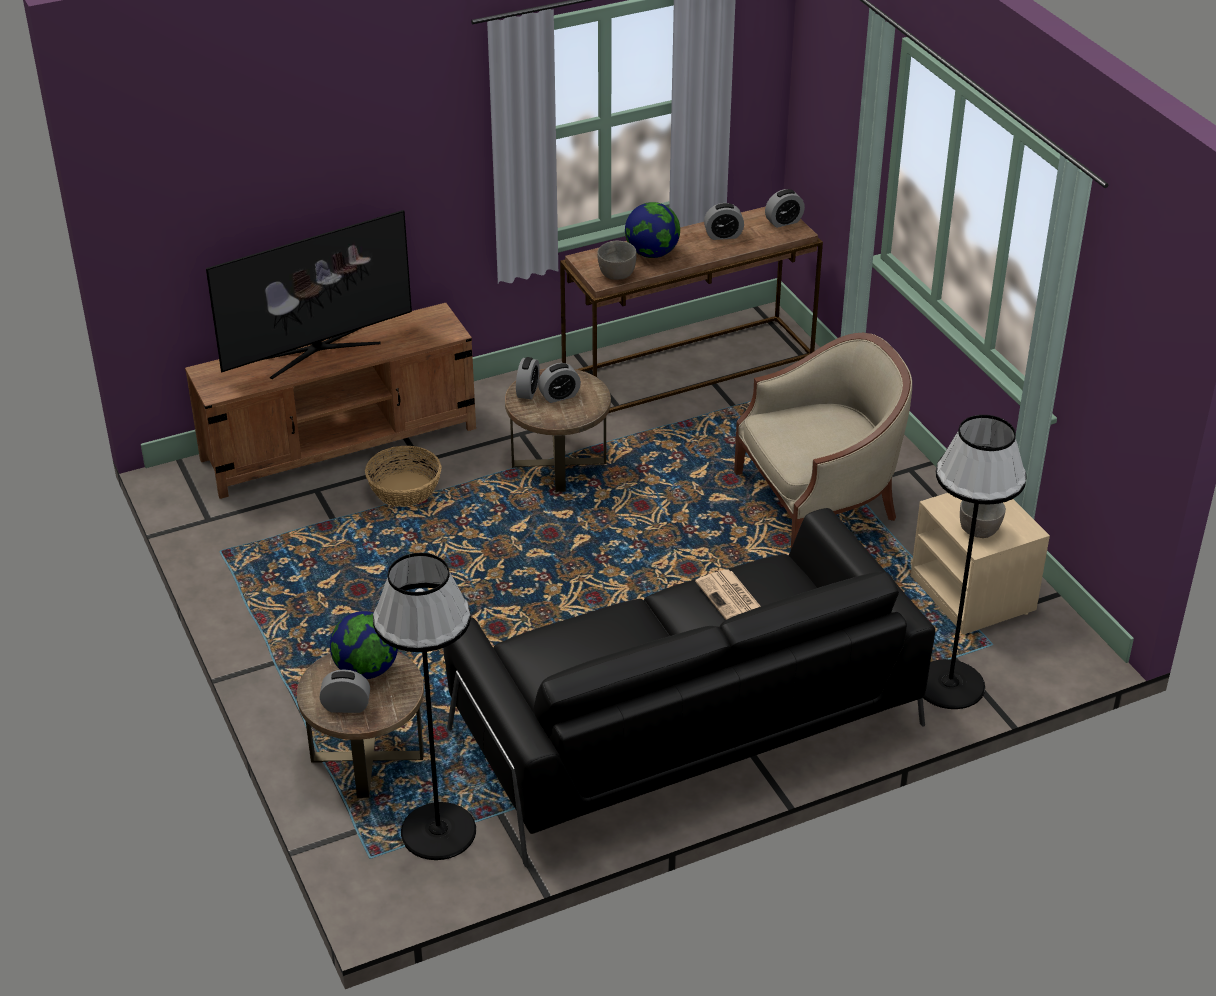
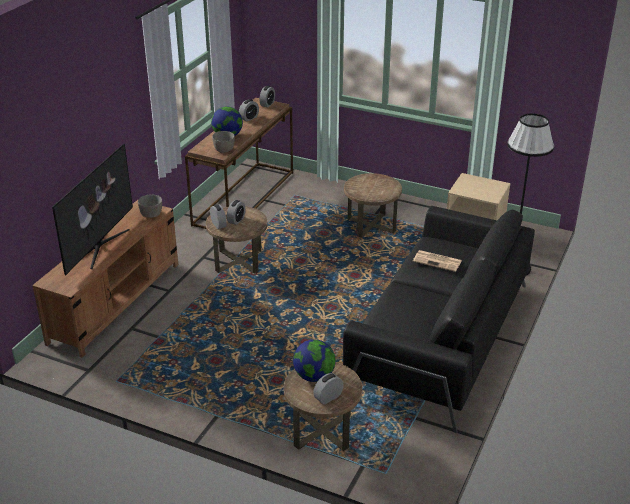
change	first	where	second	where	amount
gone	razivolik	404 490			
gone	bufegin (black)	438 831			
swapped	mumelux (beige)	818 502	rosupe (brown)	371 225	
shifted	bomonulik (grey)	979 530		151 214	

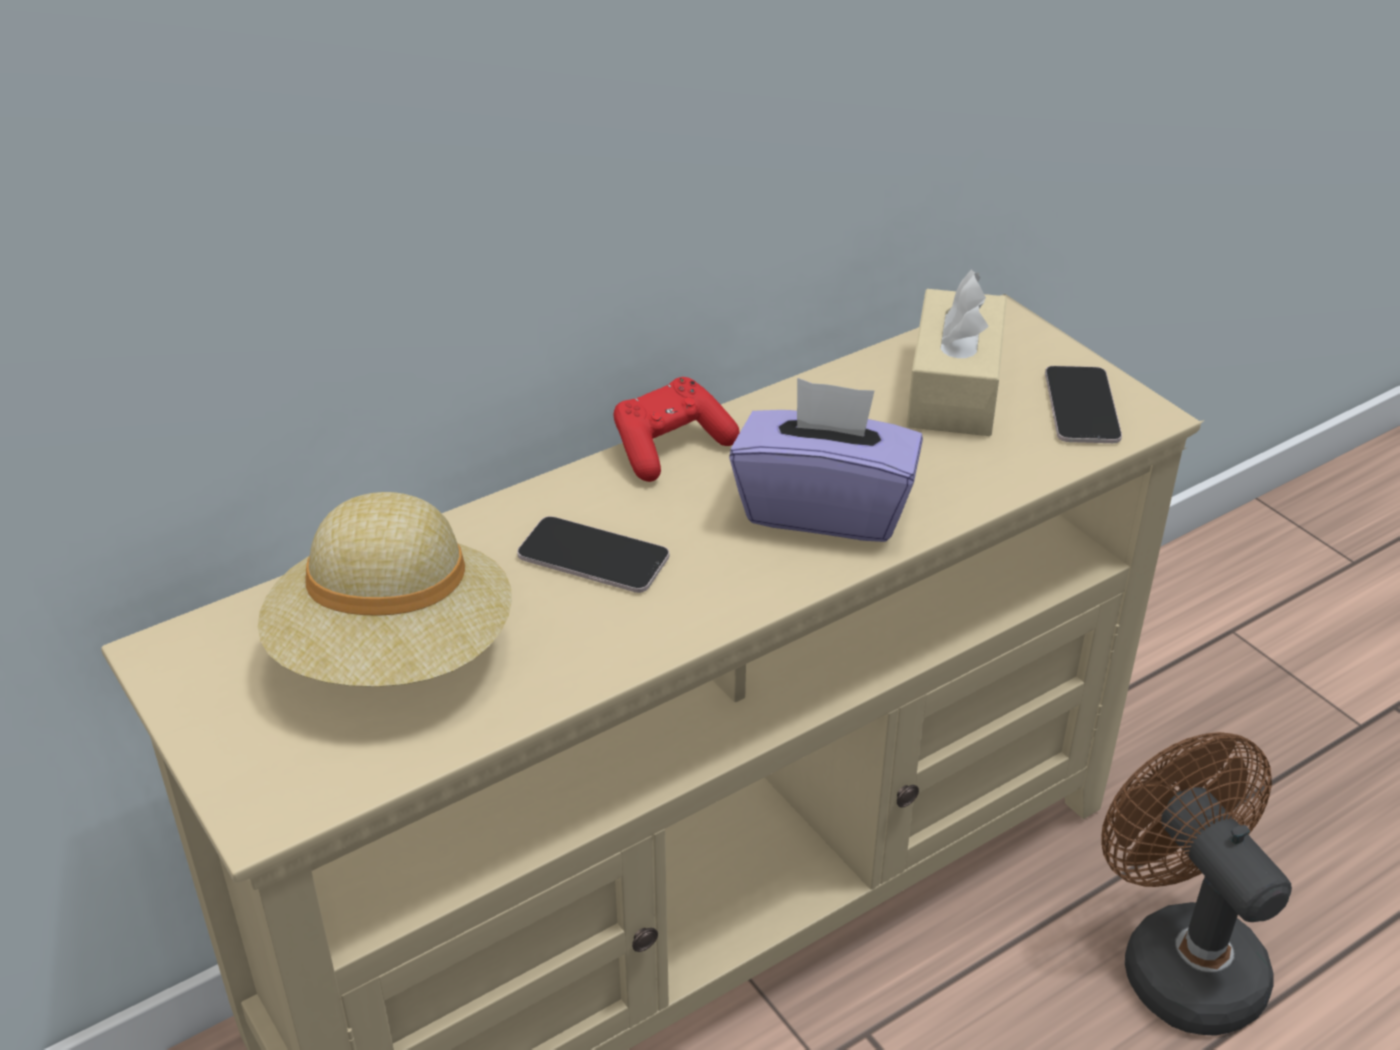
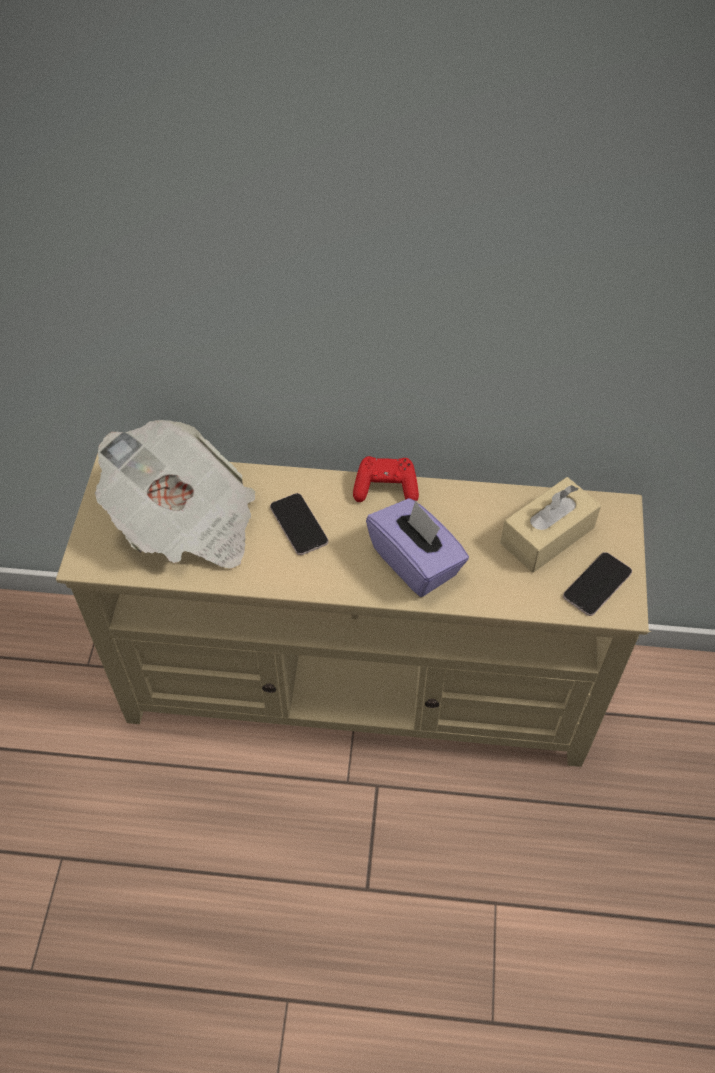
change	first	where	second	where	amount
swapped	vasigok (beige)	394 654	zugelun	185 522	
gone	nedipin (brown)	1178 958			

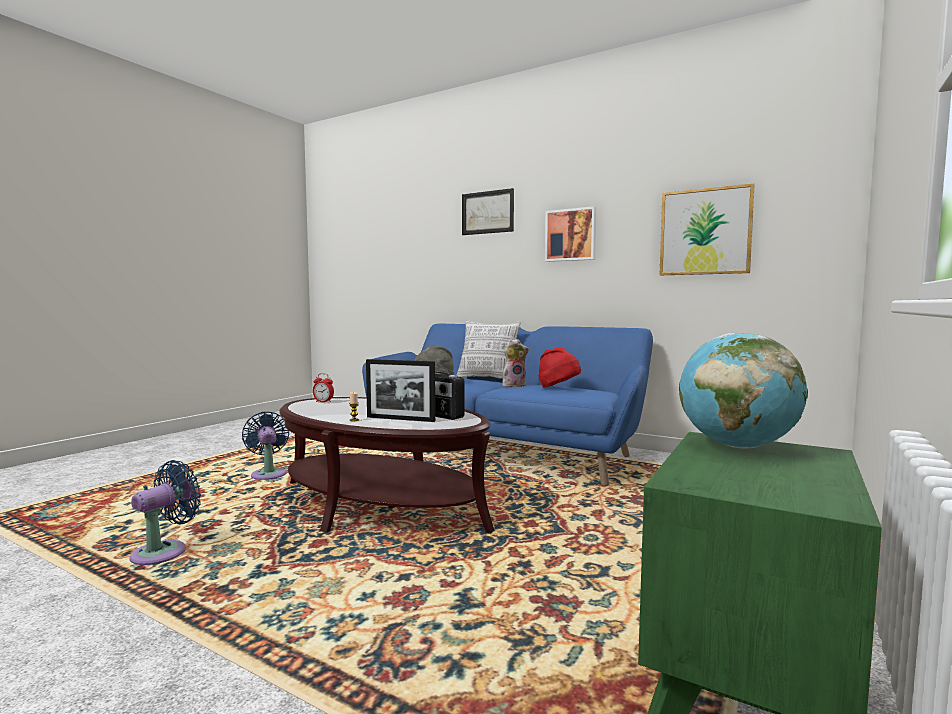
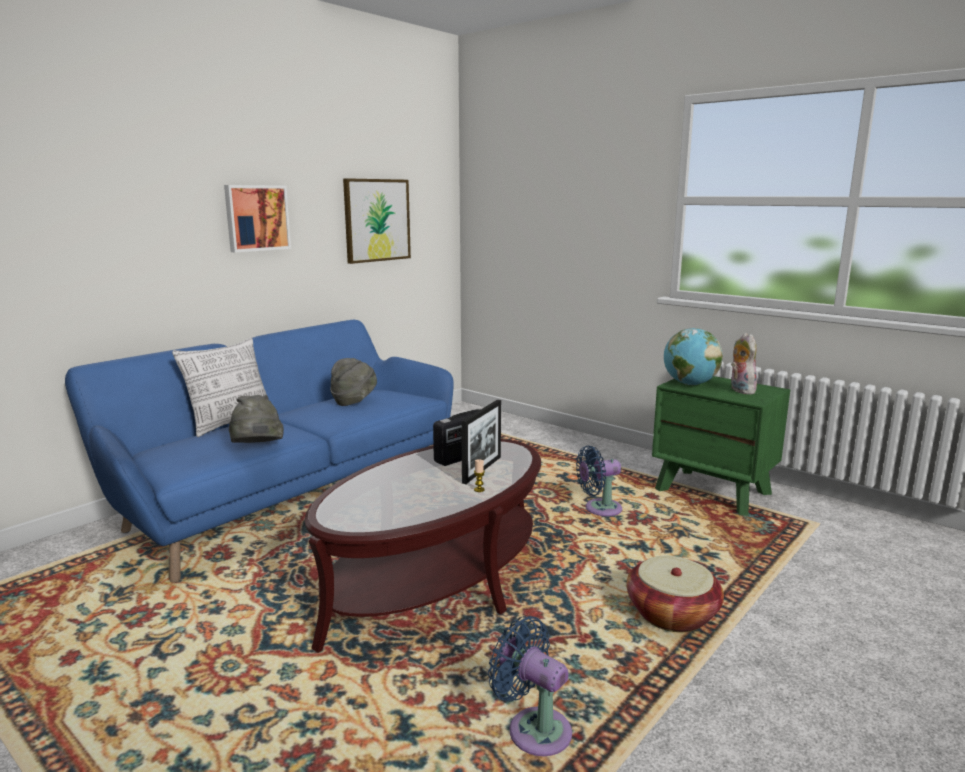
change	first	where	second	where	amount
shifted	nedipin (blue)	268 474		599 509	
gone	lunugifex	323 402			
gone	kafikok	487 212			
shifted	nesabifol	514 385		740 390	
repainted	vasigok (red)	558 388	vasigok (grey)	354 402	
new			razivolik	672 614	

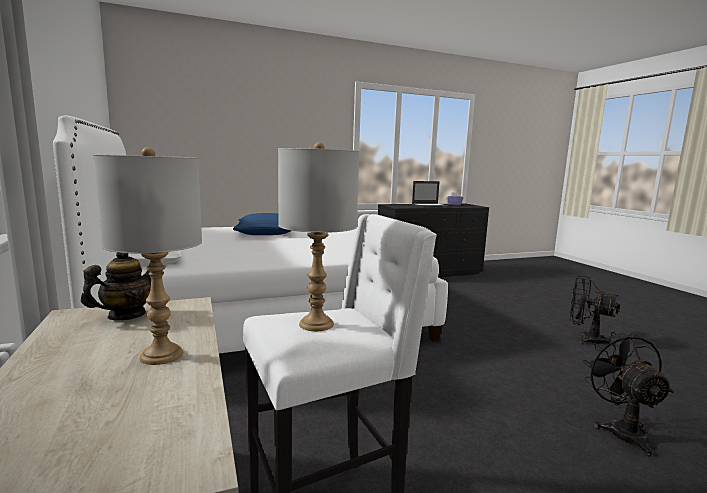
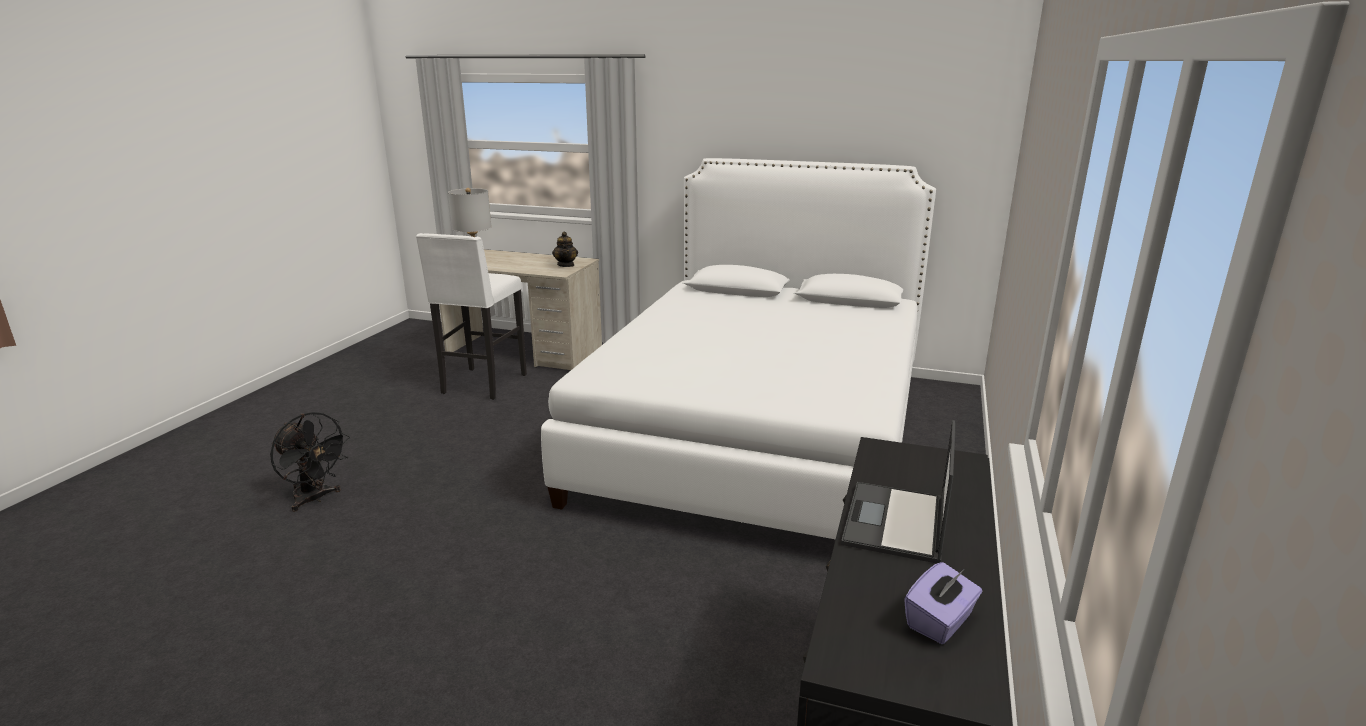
change	first	where	second	where	amount
gone	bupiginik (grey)	162 355			
gone	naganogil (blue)	266 233			
gone	nedipin (black)	586 339			

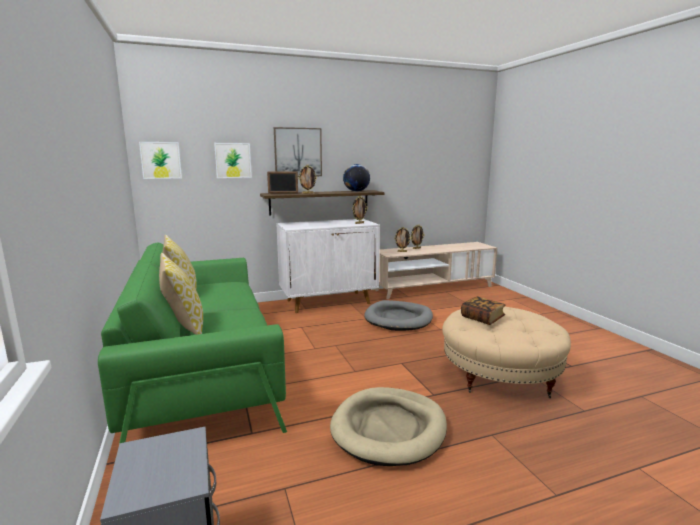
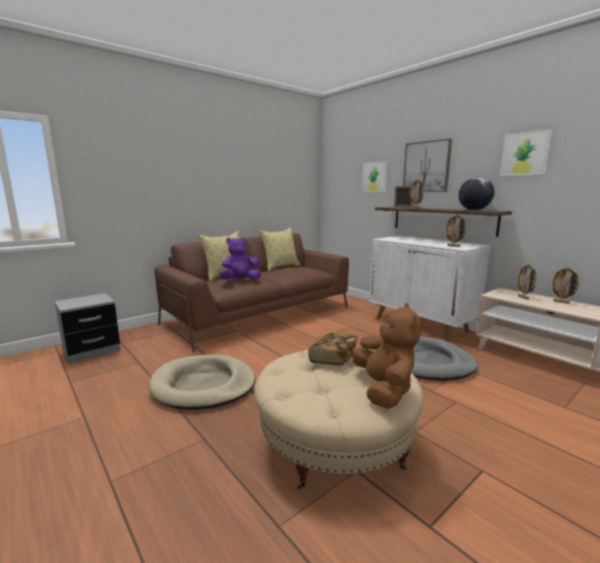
change	first	where	second	where	amount
repainted	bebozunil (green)	202 368	bebozunil (brown)	259 315	
shifted	kafikok	161 160		525 153	
new			nesabifol (purple)	240 280	
new			nesabifol (brown)	384 389	

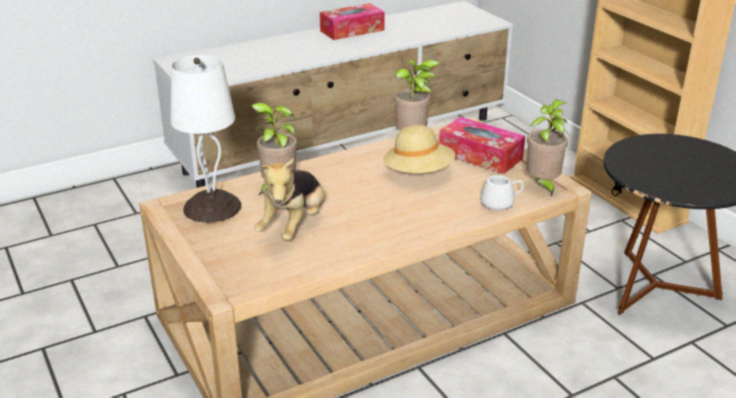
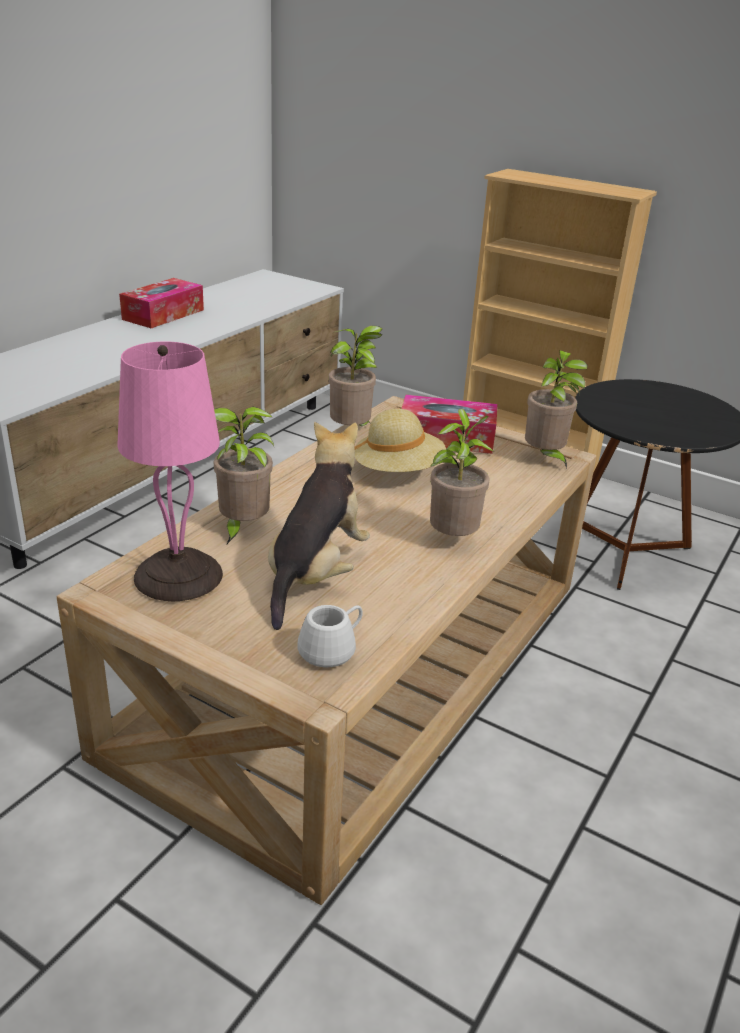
change	first	where	second	where	amount
repainted	bupiginik (white)	213 207	bupiginik (pink)	180 574	
rotated	nesabifol	294 226		315 574	150 degrees counterclockwise
shifted	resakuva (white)	501 202		332 648	
new			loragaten	452 539	

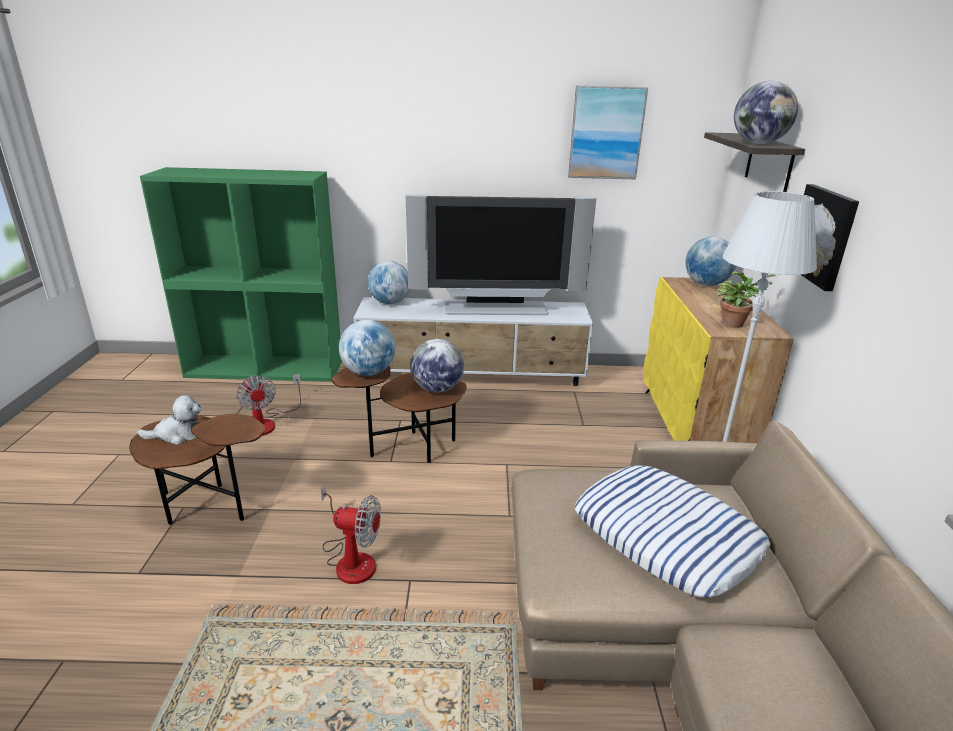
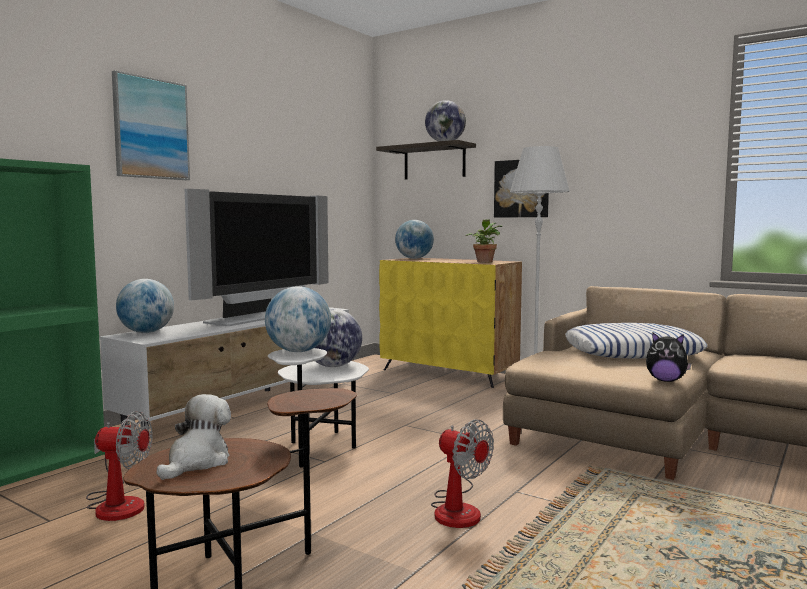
change	first	where	second	where	amount
rotated	nedipin	351 559		457 508	90 degrees clockwise
repainted	rosupe (brown)	409 449	rosupe (white)	318 450	
shifted	kafikok	606 133		151 128	
new			nesabifol	666 380	

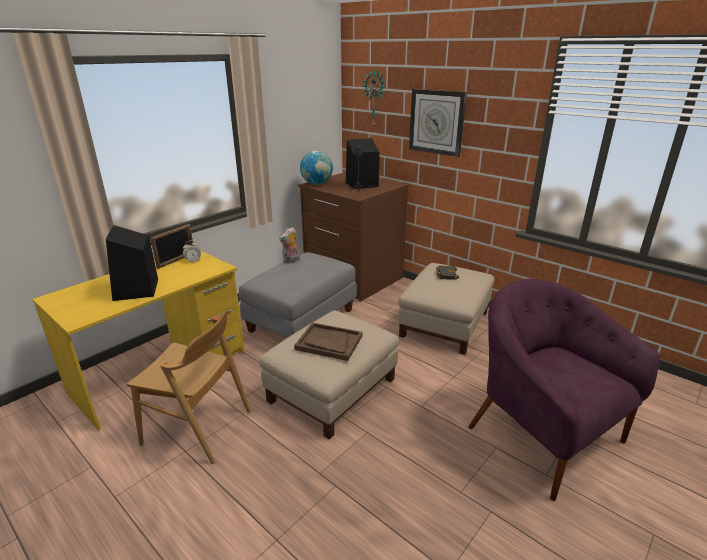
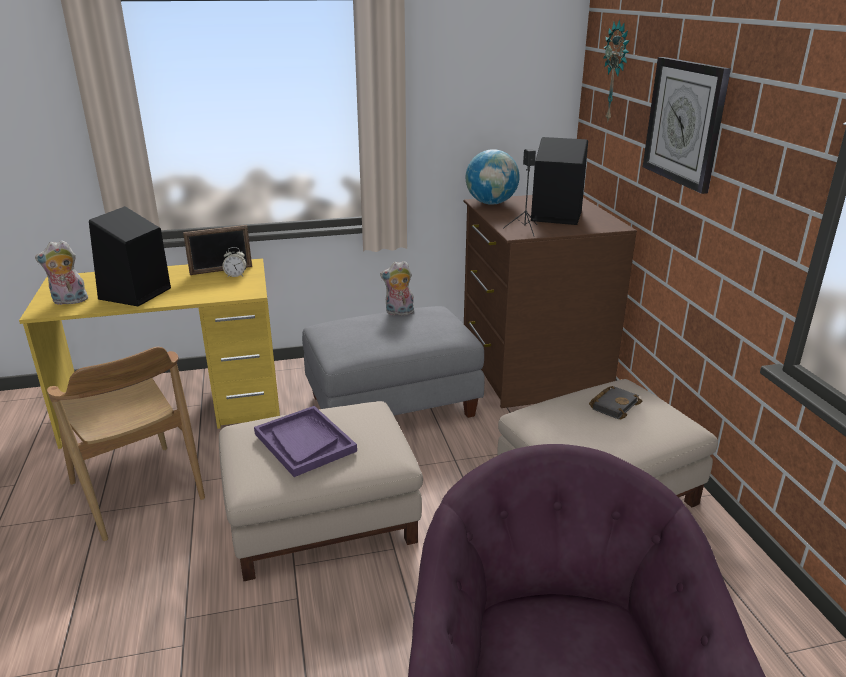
change	first	where	second	where	amount
repainted	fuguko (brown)	328 343	fuguko (purple)	304 442	
new			nesabifol	69 301	

